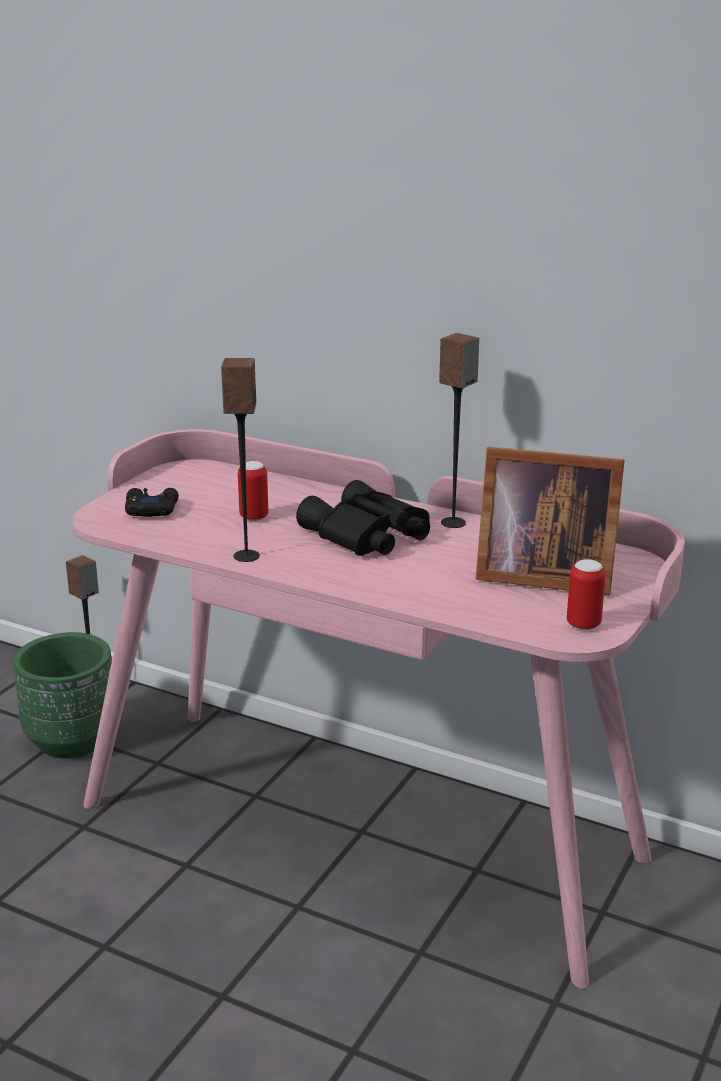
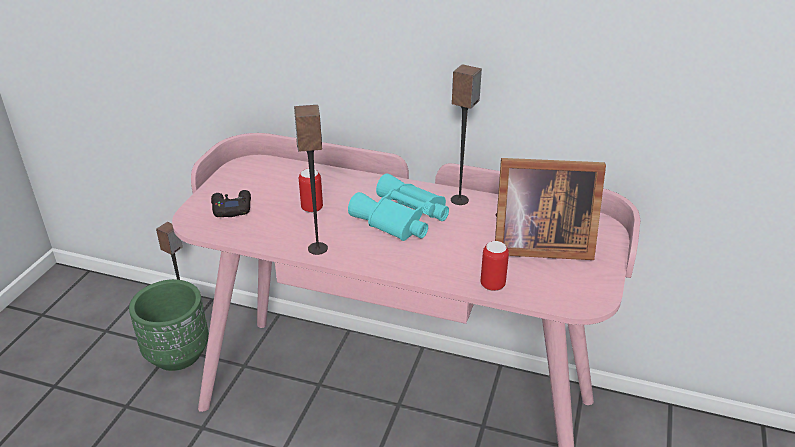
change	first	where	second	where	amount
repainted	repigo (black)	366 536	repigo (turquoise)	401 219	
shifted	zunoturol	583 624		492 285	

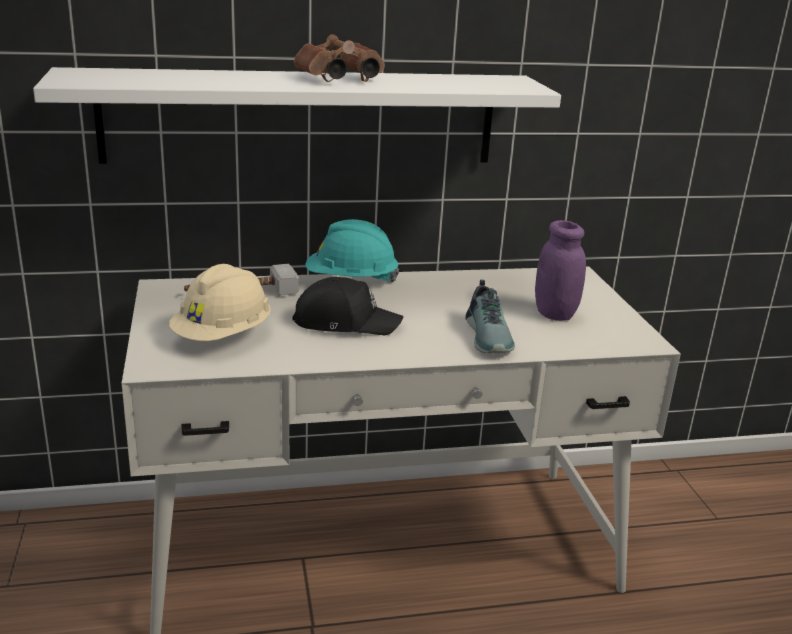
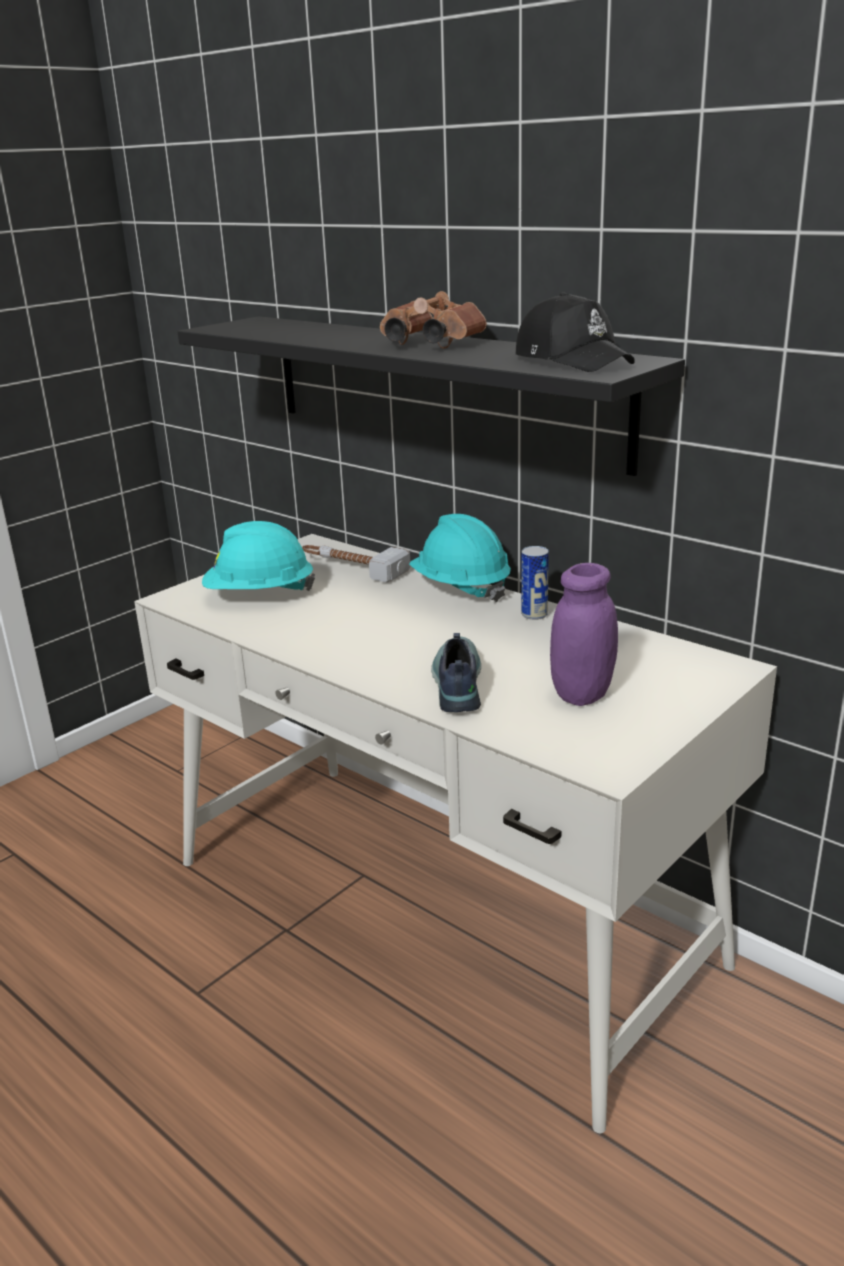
change	first	where	second	where	amount
repainted	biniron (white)	301 117	biniron (black)	438 387	
repainted	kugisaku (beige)	223 336	kugisaku (turquoise)	259 595	
shifted	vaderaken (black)	345 322		573 360	
rotated	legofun	490 336		455 684	135 degrees clockwise
new			zunoturol	534 615	

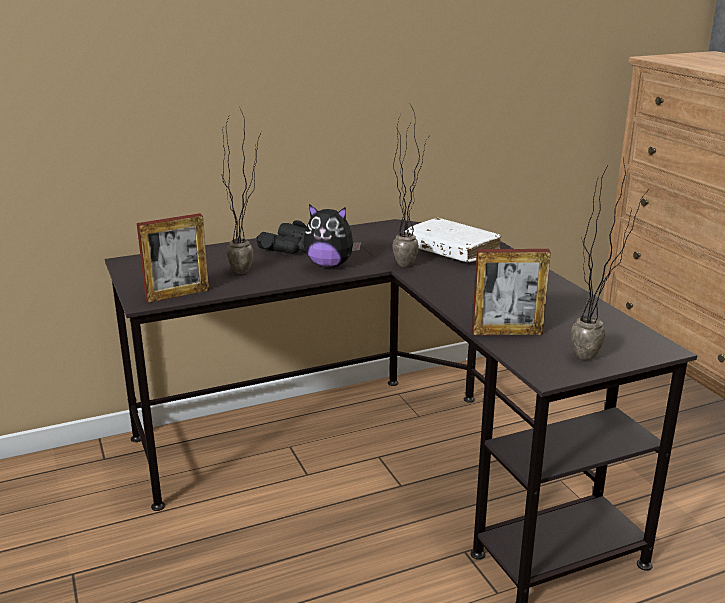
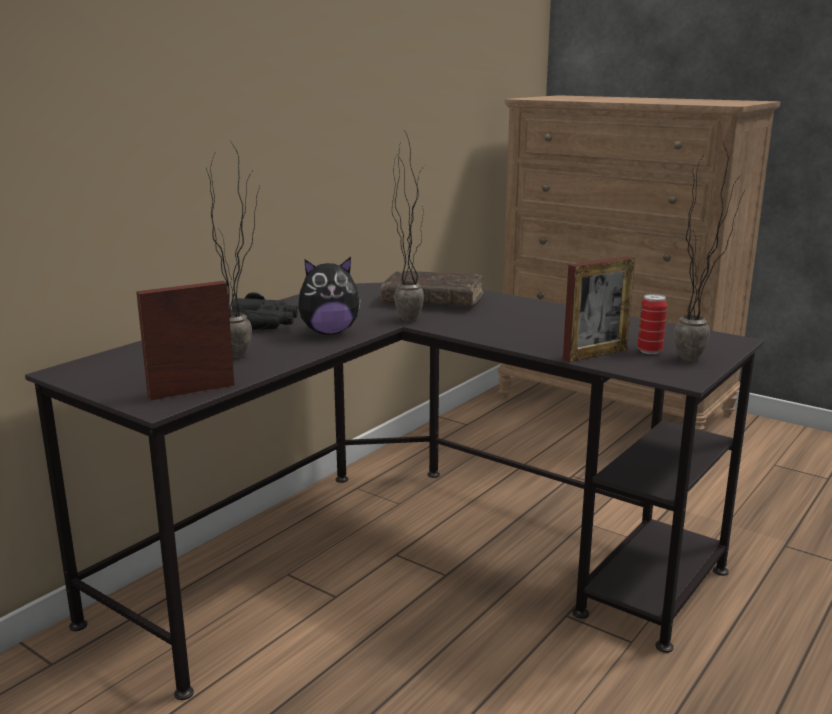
change	first	where	second	where	amount
rotated	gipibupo	177 295		191 391	150 degrees counterclockwise
repainted	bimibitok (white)	451 250	bimibitok (brown)	433 300	
new			zunoturol	649 351	

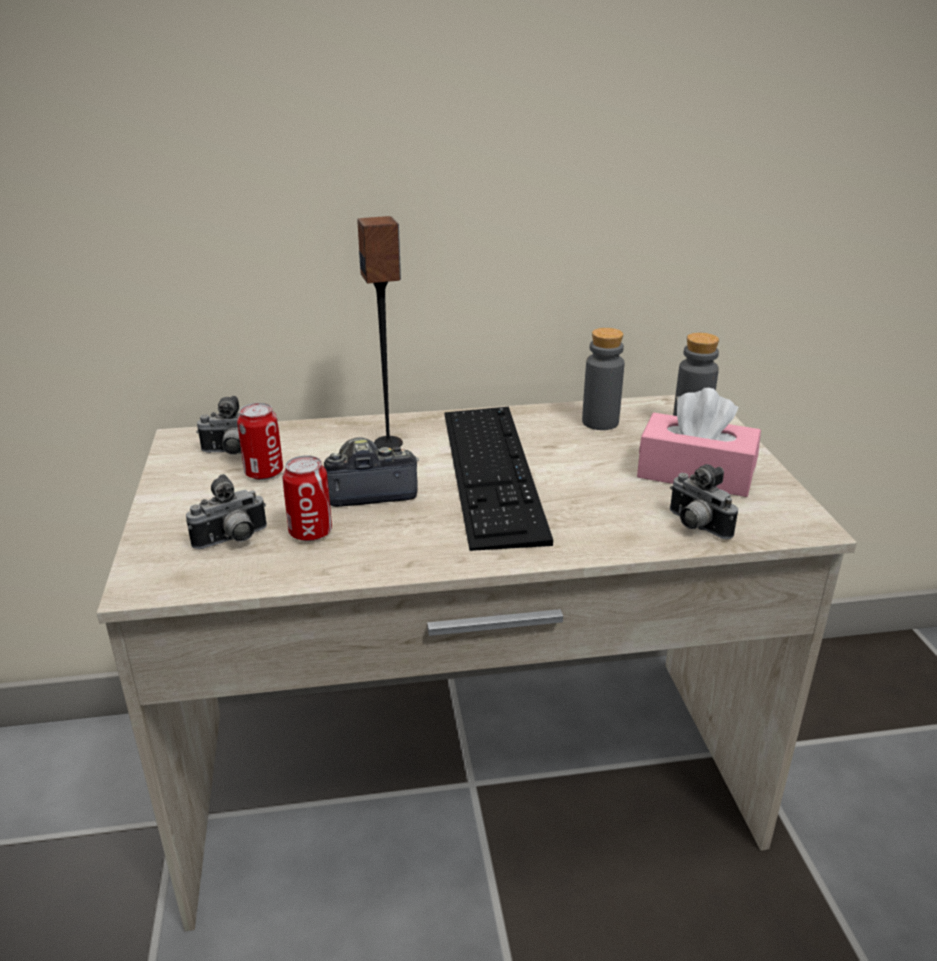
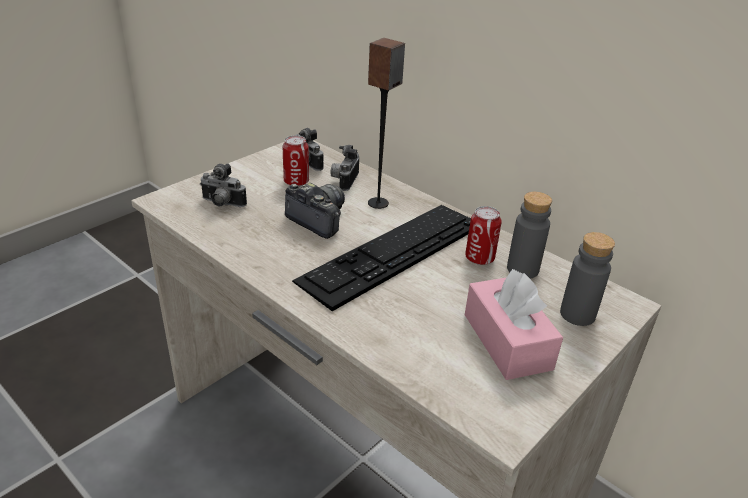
change	first	where	second	where	amount
shifted	zunoturol	310 532		479 258	
shifted	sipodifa	695 526		344 180	

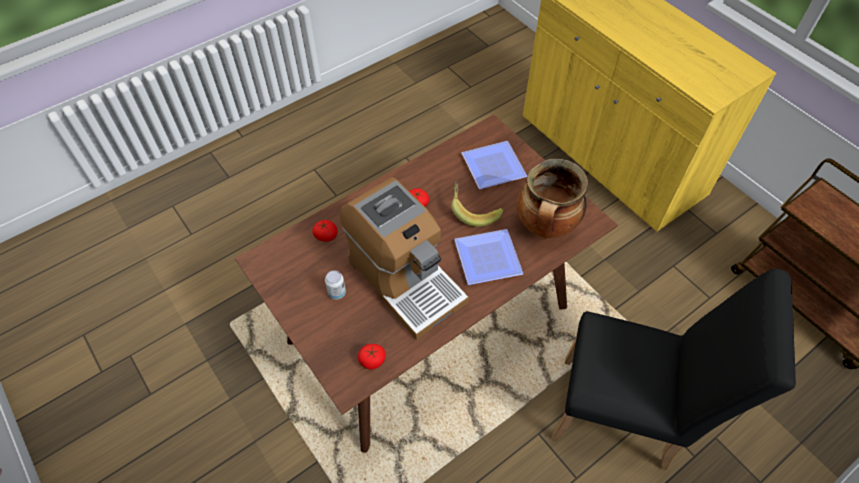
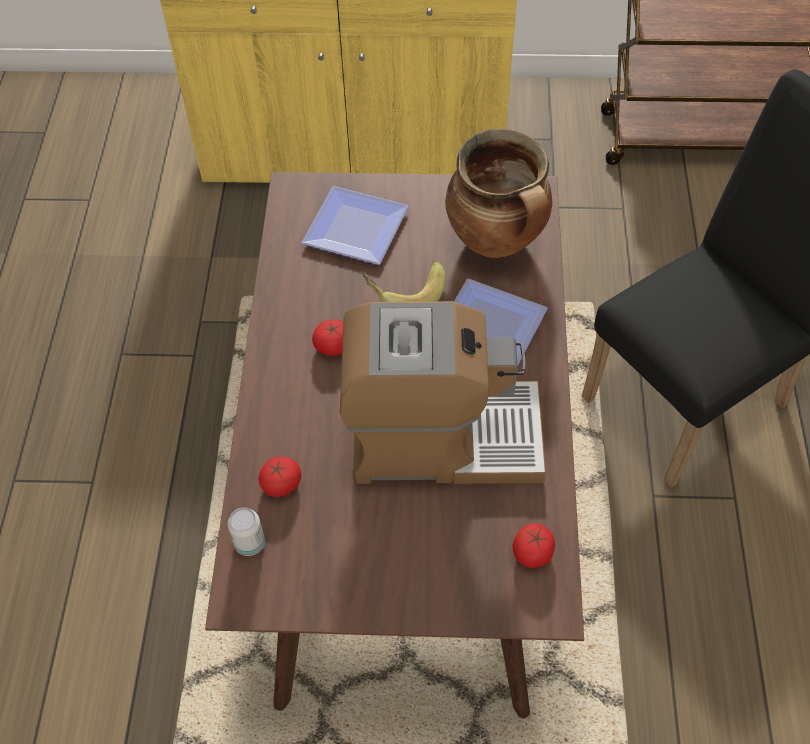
change	first	where	second	where	amount
shifted	zunoturol	337 293		249 543	

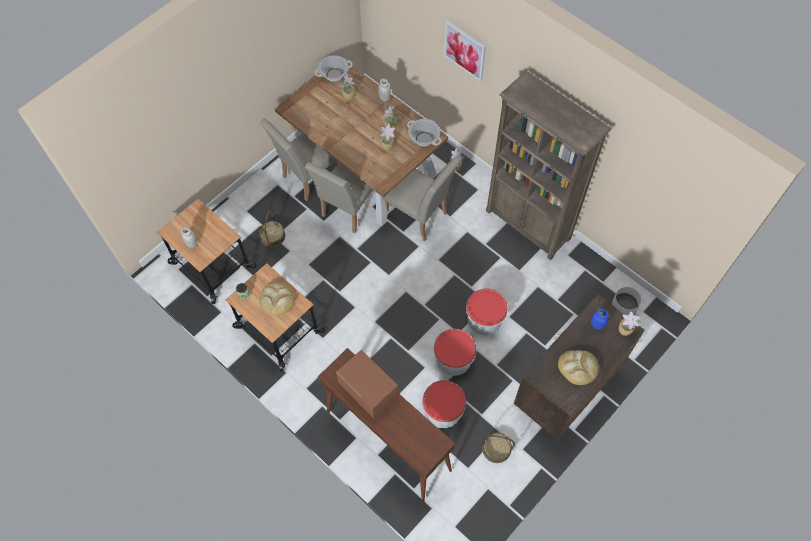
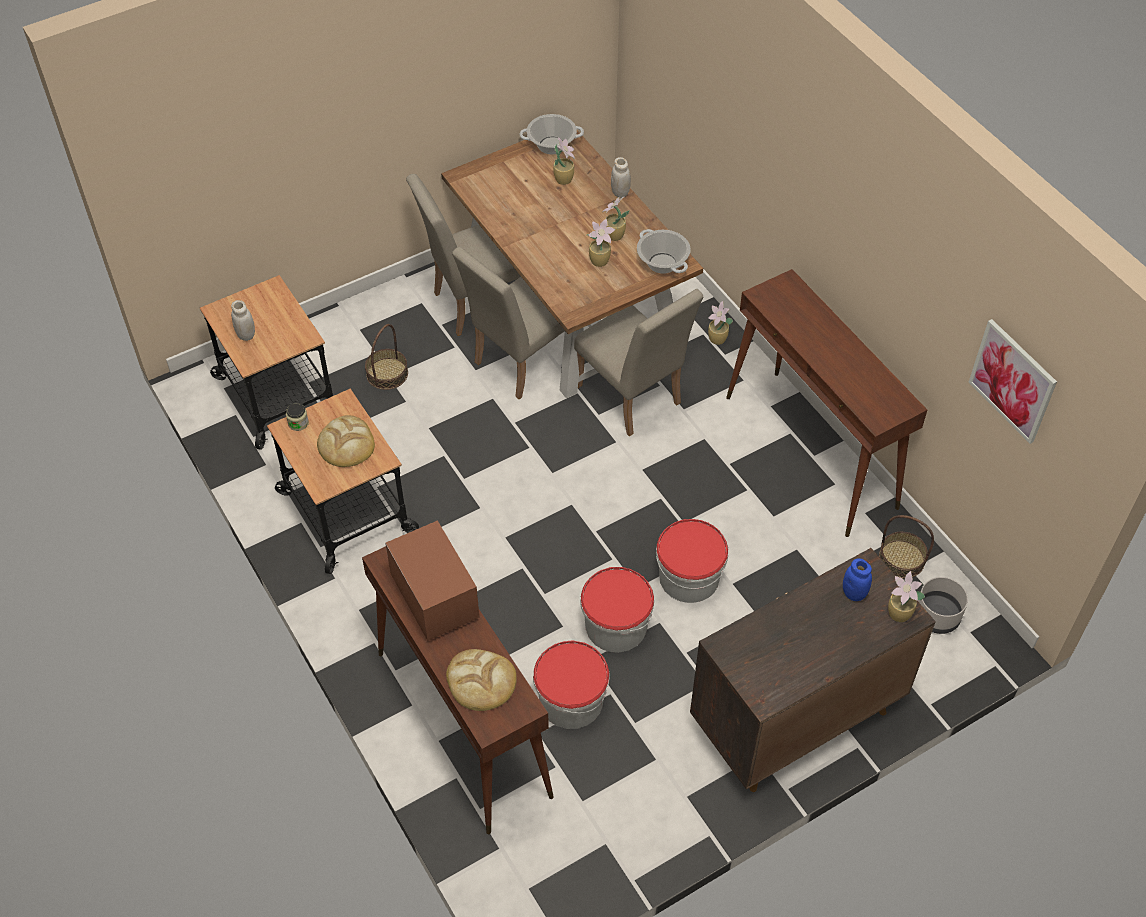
change	first	where	second	where	amount
shifted	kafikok	464 50		1012 380	
shifted	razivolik	496 449		901 559	
swapped	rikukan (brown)	528 225	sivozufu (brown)	811 452	
shifted	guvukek	578 367		481 681	

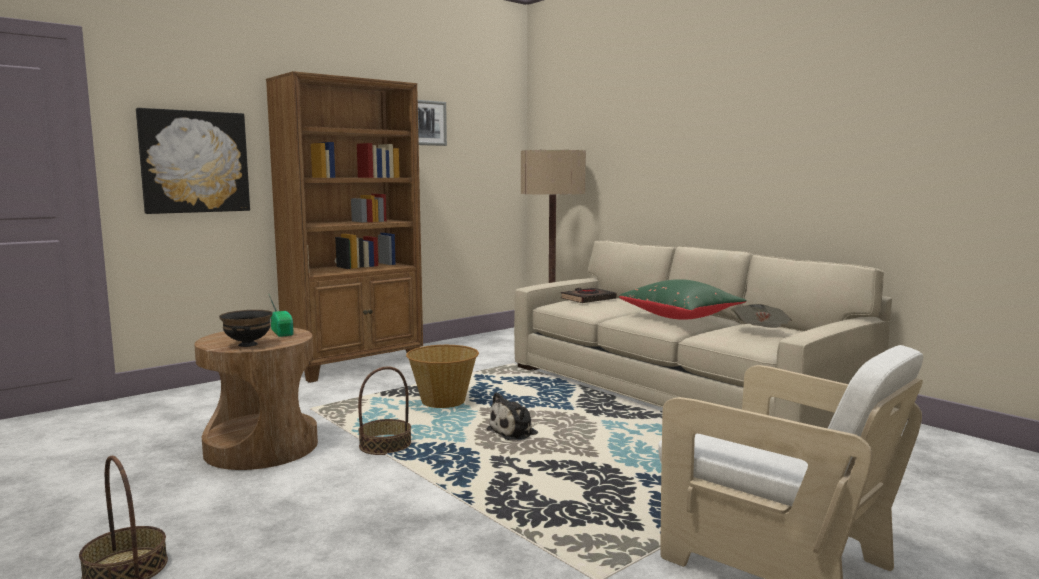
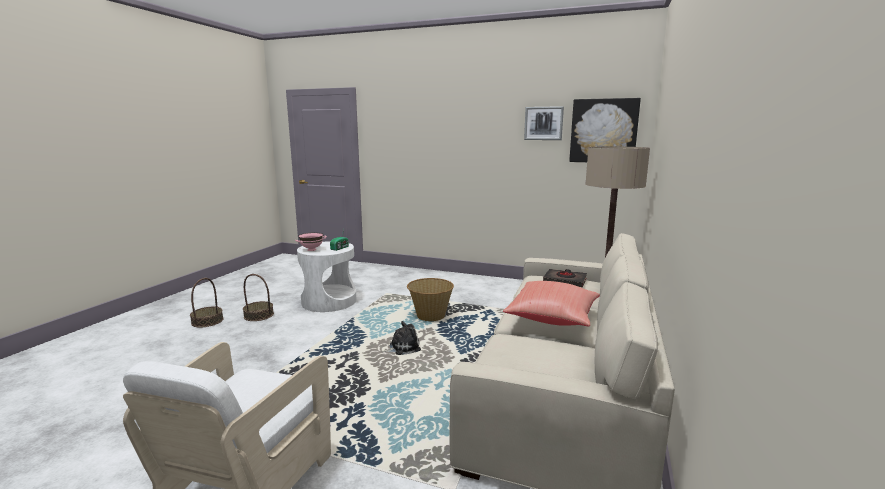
change	first	where	second	where	amount
shifted	kafikok	194 162		603 131	
repainted	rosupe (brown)	262 447	rosupe (white)	329 301	
repainted	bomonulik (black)	247 344	bomonulik (pink)	311 249	
gone	rikukan (brown)	355 365			
shifted	razivolik	385 445		259 315	
rotated	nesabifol	515 432		402 347	135 degrees clockwise
repainted	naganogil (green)	681 317	naganogil (red)	553 319	
gone	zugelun	761 332			

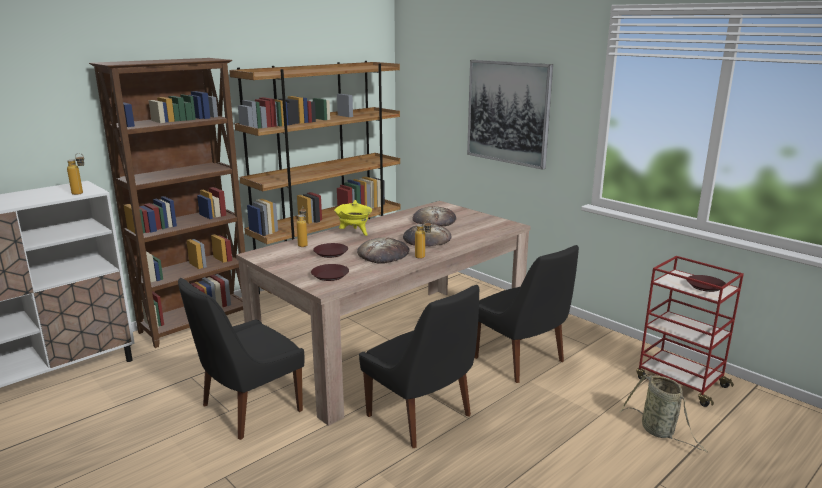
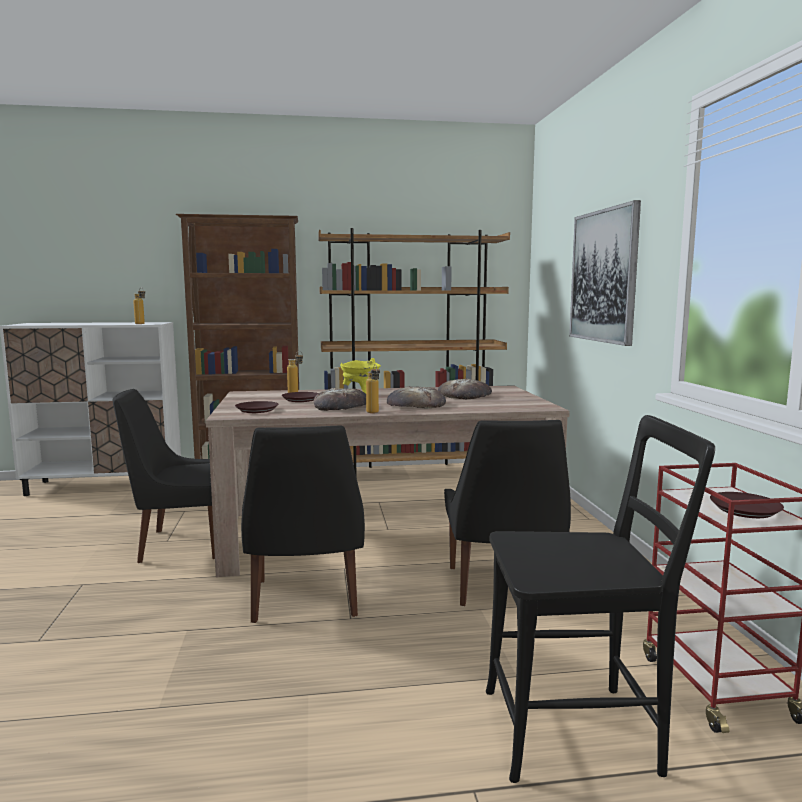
change	first	where	second	where	amount
swapped	razivolik	660 432	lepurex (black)	579 730	

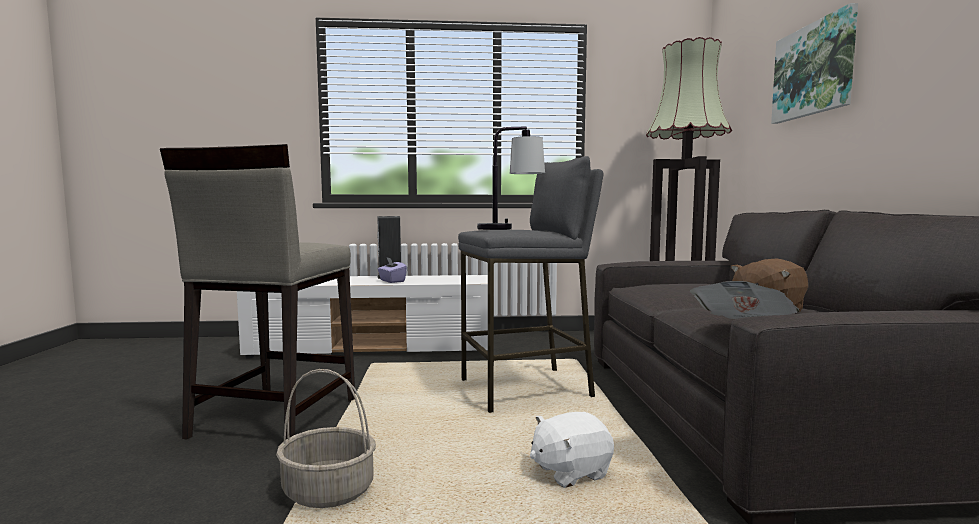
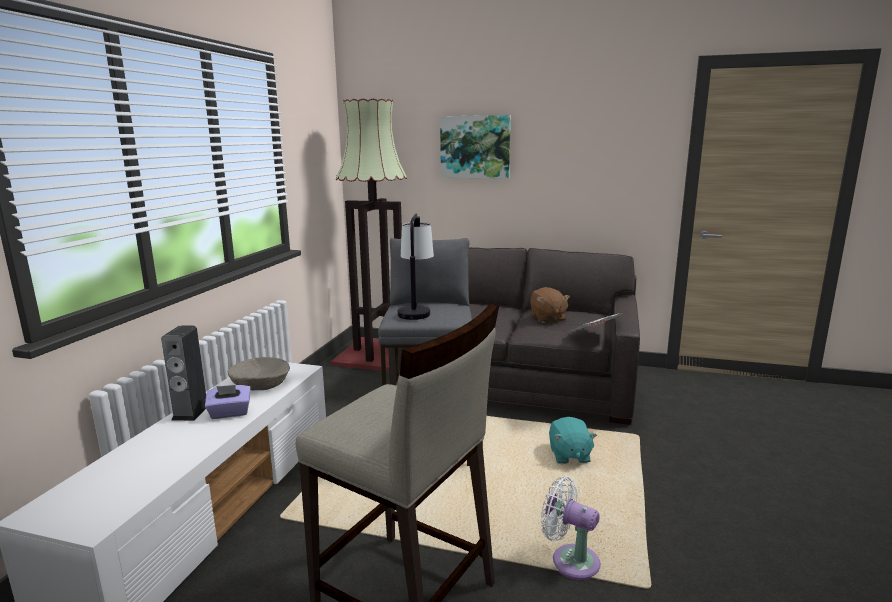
change	first	where	second	where	amount
swapped	razivolik	327 491	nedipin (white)	570 560	
repainted	nesabifol (white)	570 471	nesabifol (turquoise)	569 455	
new			bomonulik (beige)	260 384	

